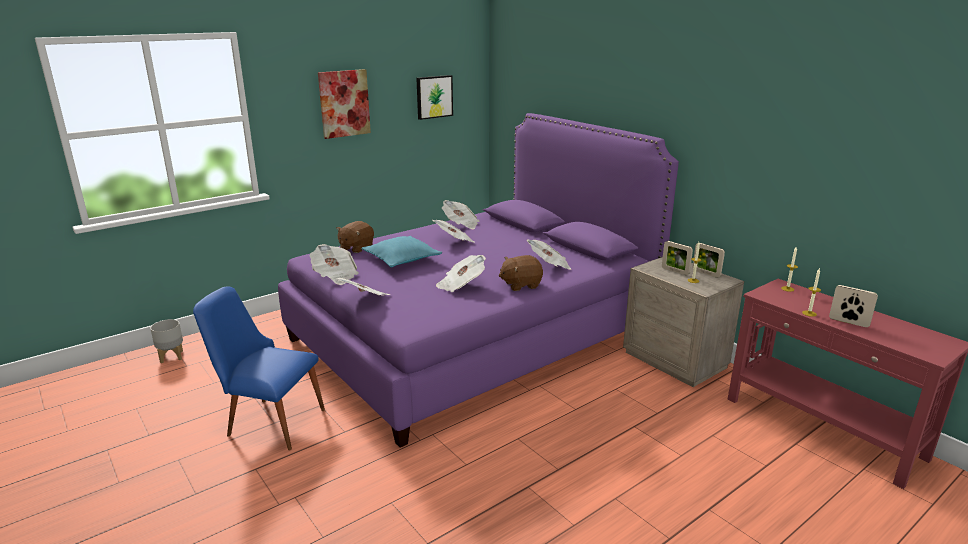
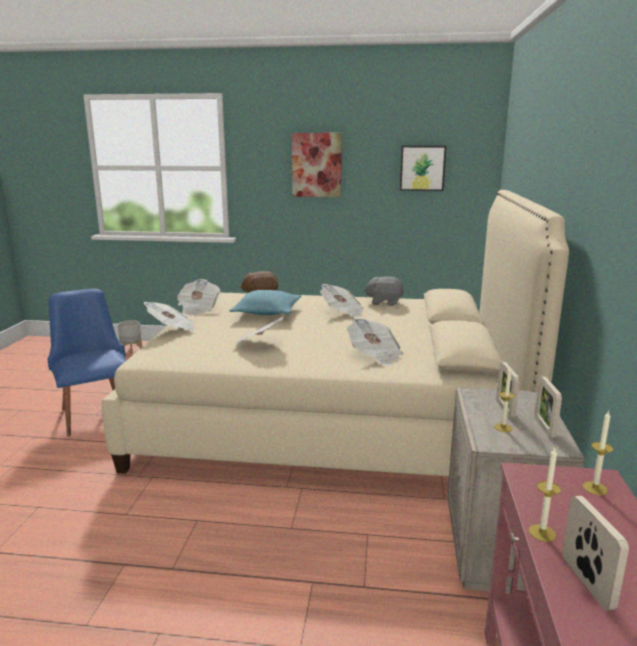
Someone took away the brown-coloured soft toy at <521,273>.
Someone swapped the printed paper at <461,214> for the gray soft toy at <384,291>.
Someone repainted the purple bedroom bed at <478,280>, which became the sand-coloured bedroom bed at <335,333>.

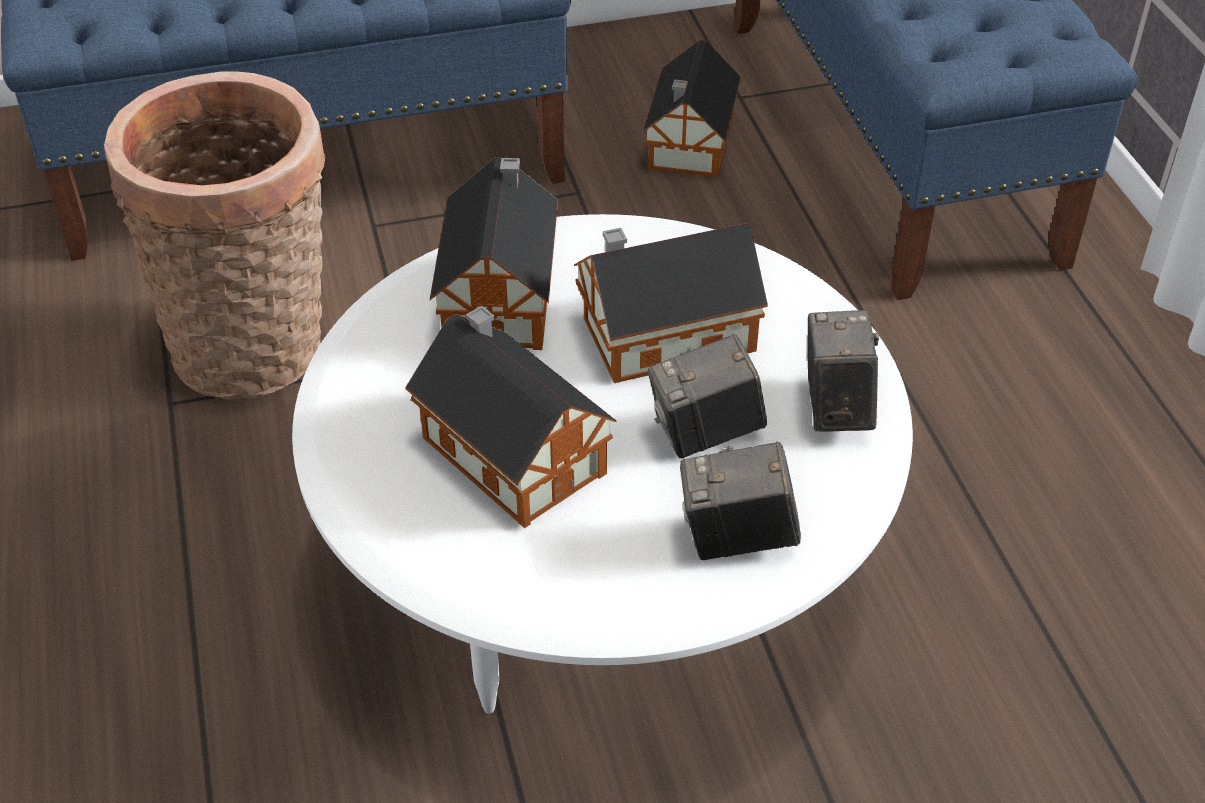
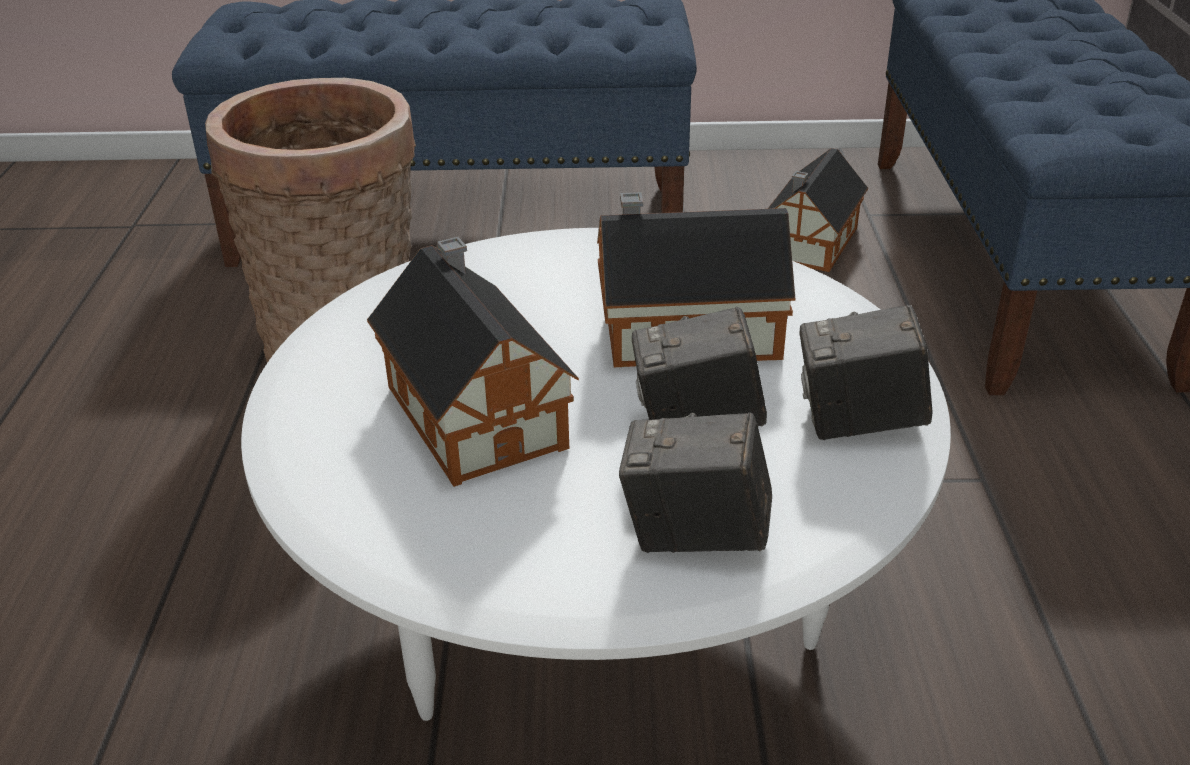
Someone took away the miniature house at <494,253>.
Someone rotated the still camera at <843,371> by 105 degrees counterclockwise.

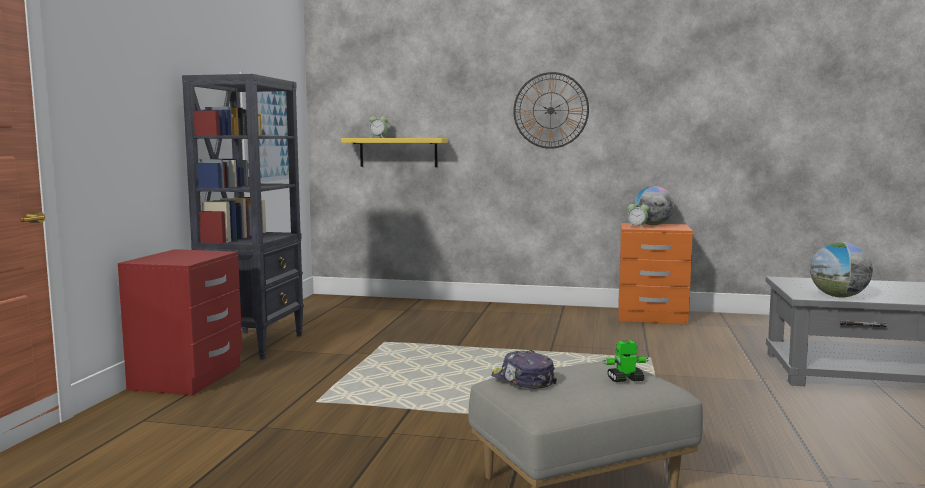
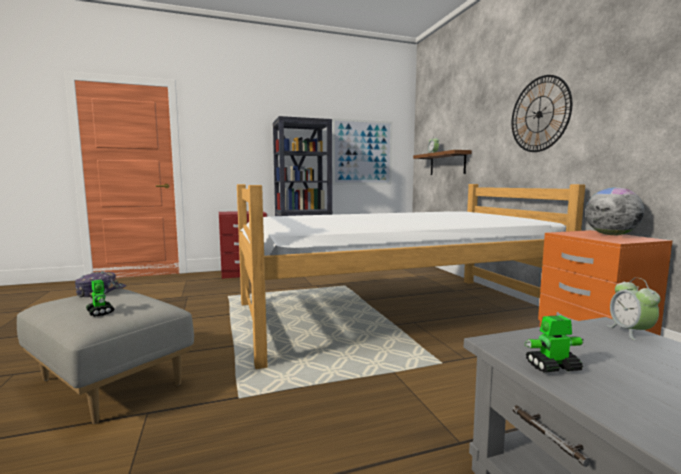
Someone put down the bedroom bed at <411,276>.
Someone carried the table clock from <638,215> to <634,309>.
Someone swapped the desk globe at <841,269> for the toy robot at <554,343>.
Someone repainted the yellow bracket shelf at <394,152>, which became the brown-coloured bracket shelf at <442,162>.

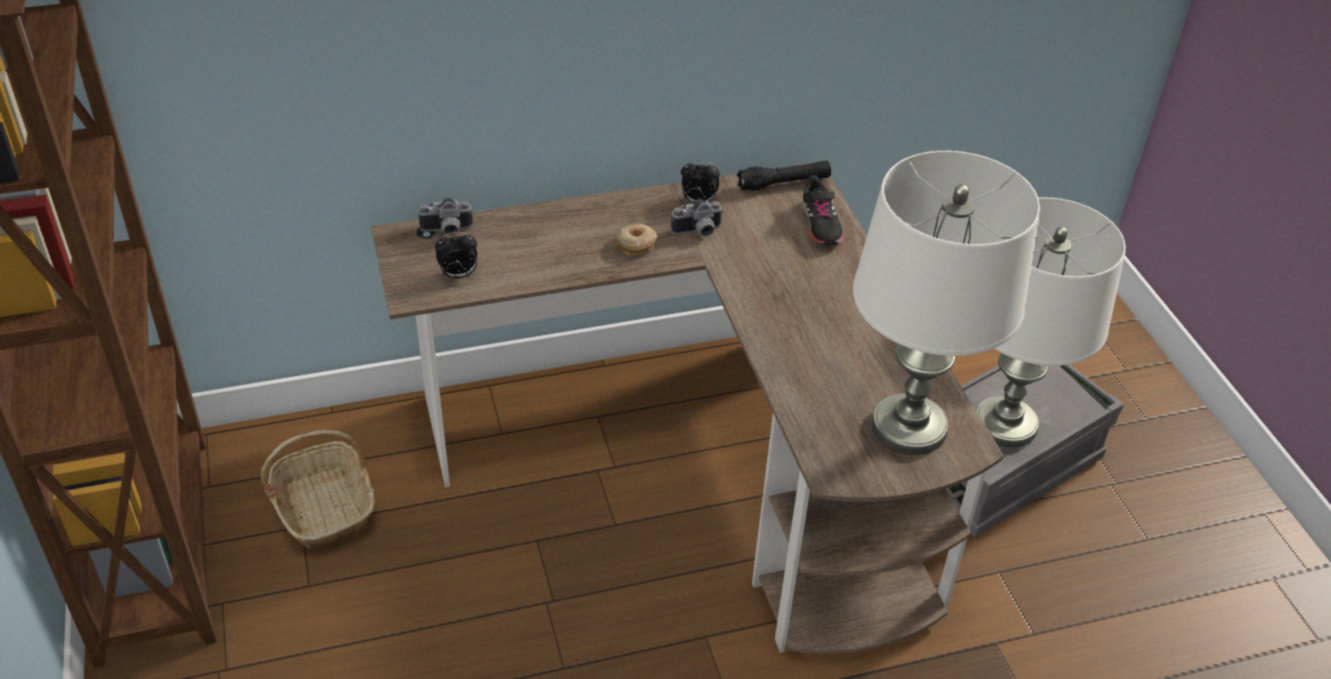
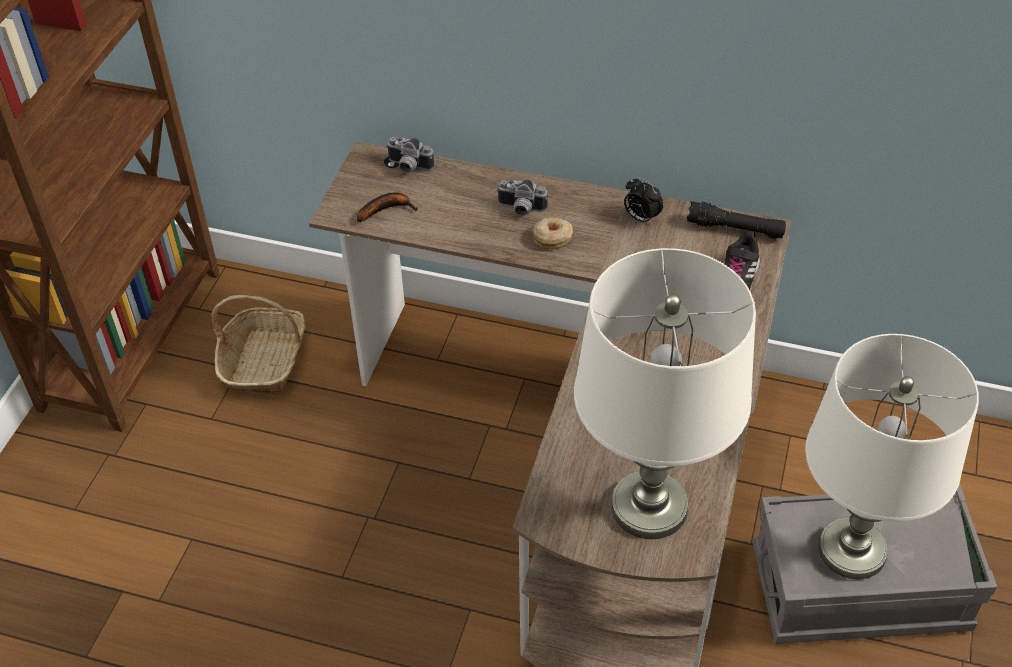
Someone carried the still camera from <697,217> to <522,197>.
Someone swapped the table clock at <456,255> for the whole banana at <387,207>.

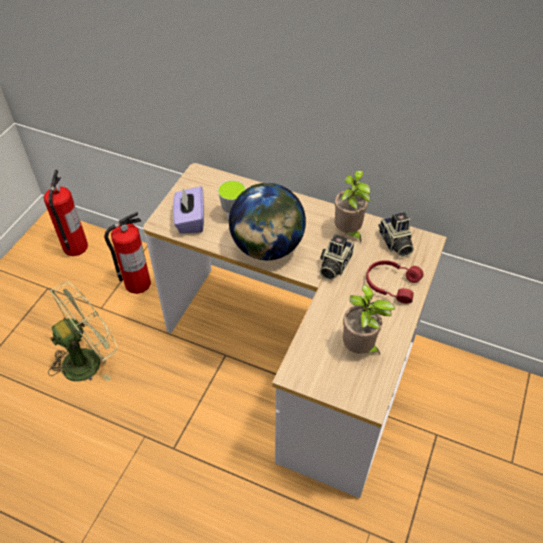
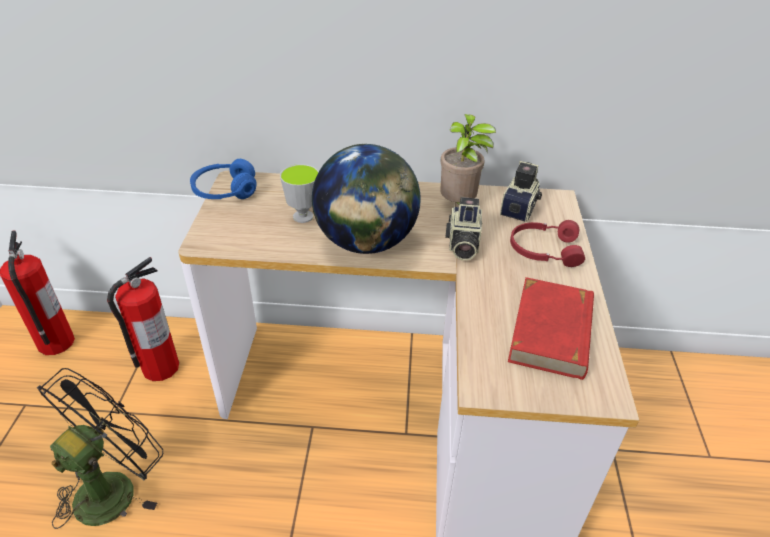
Someone took away the purple tissue box at <188,210>.
Someone put down the blue headset at <223,179>.
Someone swapped the plant in a pot at <369,319> for the red volume at <551,328>.
Someone repainted the green-coloured cooling fan at <82,331>, which became the black-coloured cooling fan at <100,448>.
Someone rotated the still camera at <396,234> by 120 degrees counterclockwise.

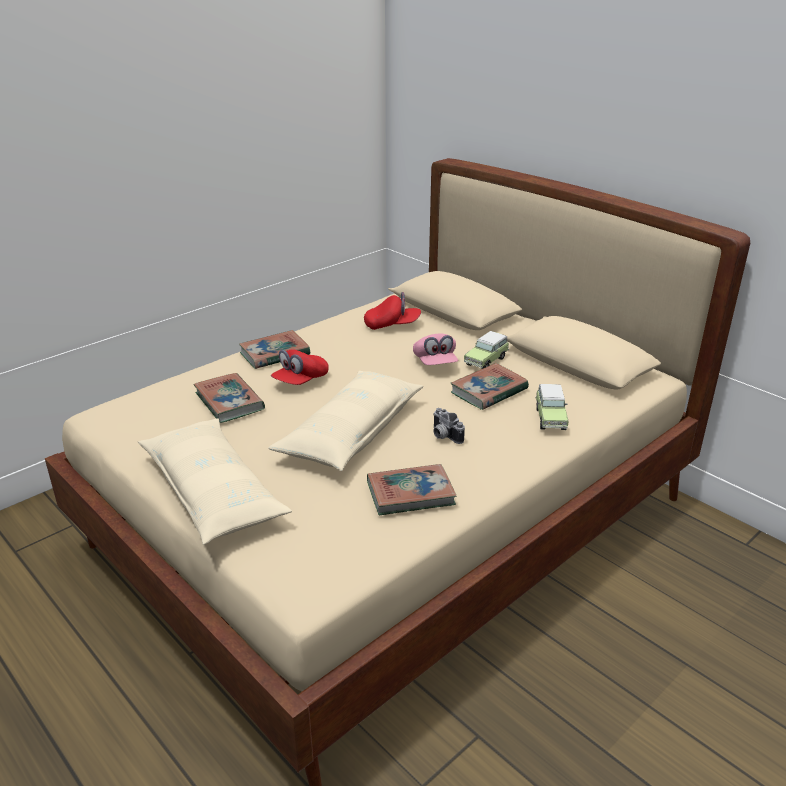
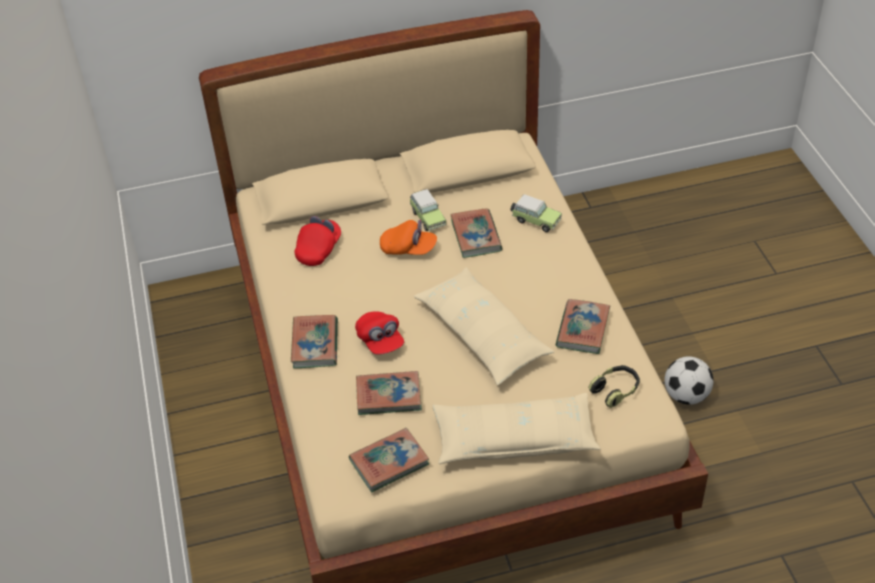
Someone took away the still camera at <449,426>.
Someone put down the volume at <389,460>.
Someone put down the headset at <614,386>.
Someone put down the football at <689,380>.
Someone repainted the pink baseball cap at <435,349>, which became the orangey baseball cap at <408,237>.

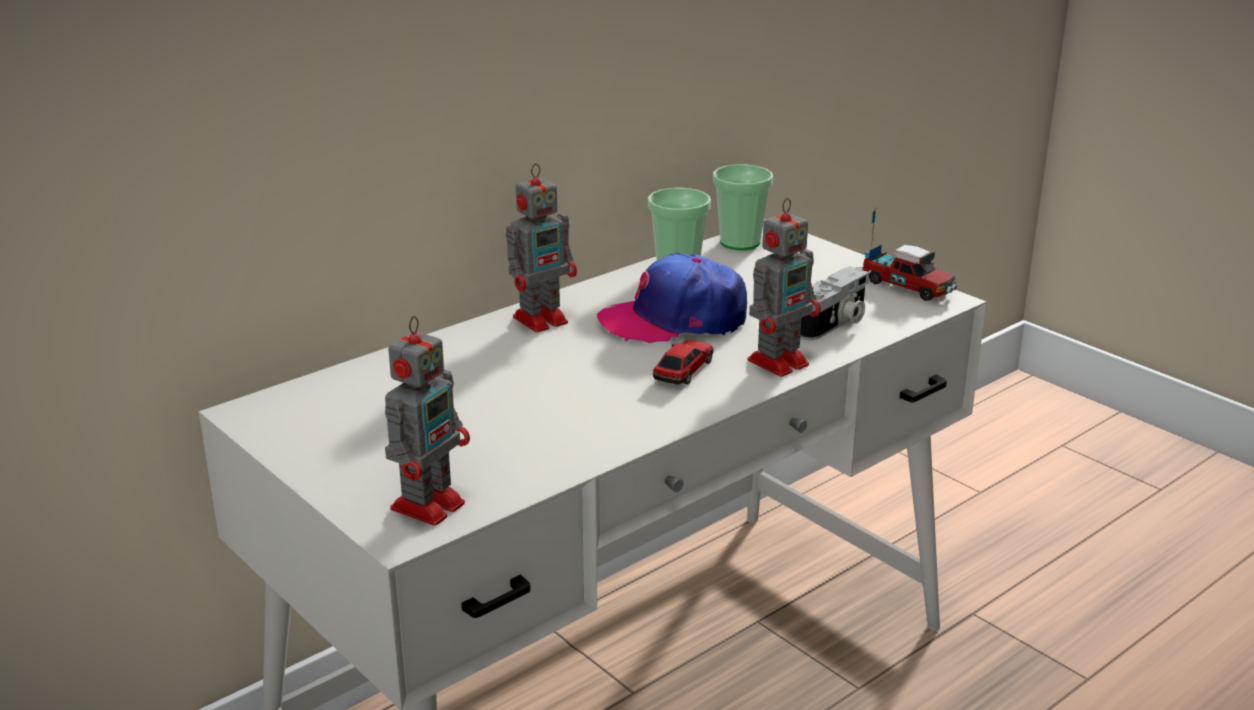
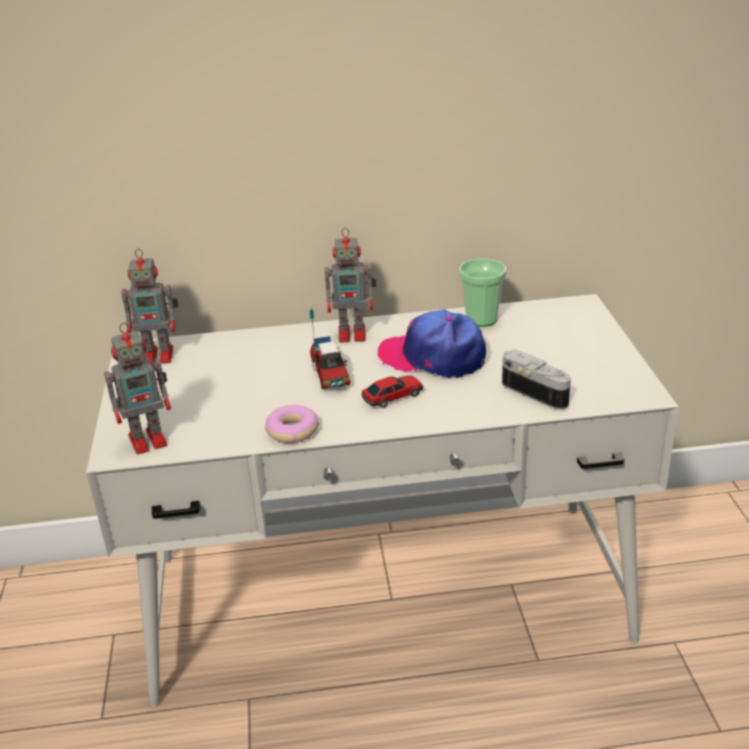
Someone took away the drinking cup at <743,207>.
Someone put down the ring doughnut at <292,424>.
Someone carried the toy robot from <784,287> to <150,306>.
Someone carried the toy truck from <909,254> to <330,348>.
Someone rotated the still camera at <834,303> by 120 degrees counterclockwise.

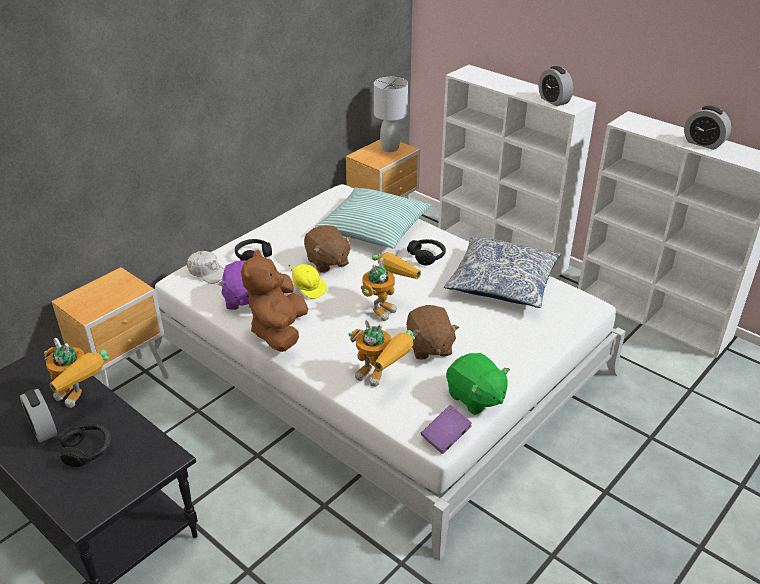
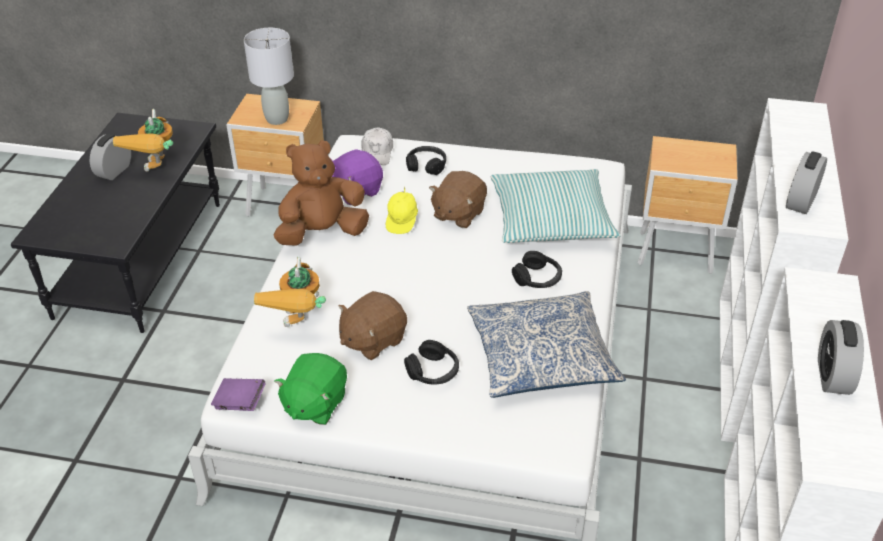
Someone took away the toy robot at <391,286>.
Someone carried the black-coloured headset from <85,445> to <431,362>.
Someone carried the gray lamp for a table from <391,114> to <269,76>.

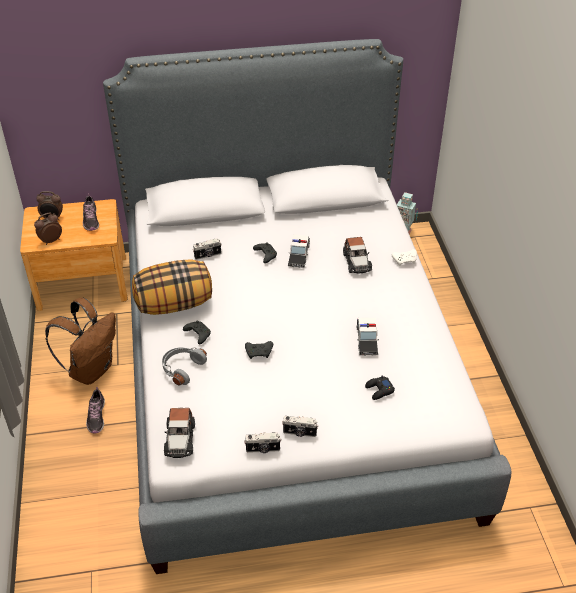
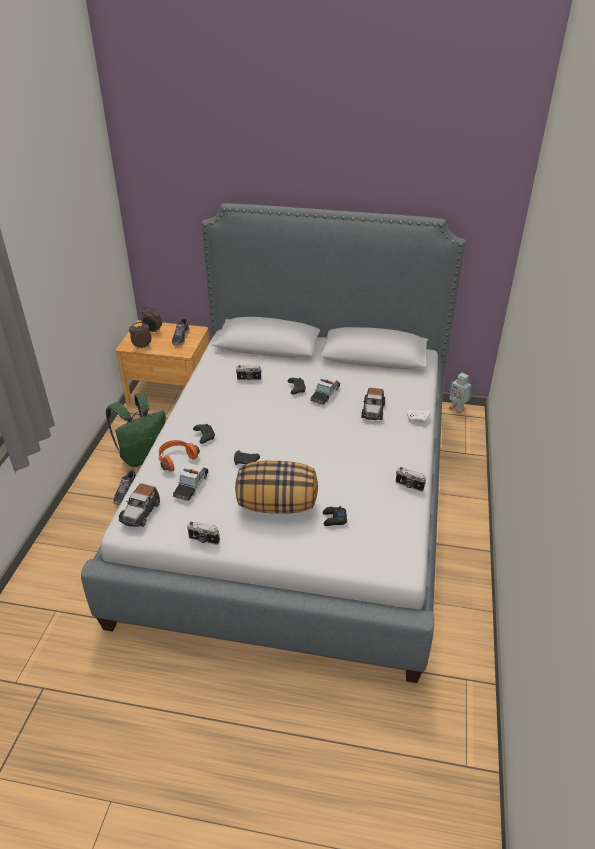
Someone carried the cushion from <172,287> to <276,487>.
Someone carried the still camera from <300,426> to <411,479>.
Someone carried the toy car from <368,337> to <190,482>.
Someone repainted the brown-coloured rucksack at <80,341>, which became the green-coloured rucksack at <135,430>.
Someone repainted the gray headset at <184,366>, which became the orangey headset at <179,456>.

